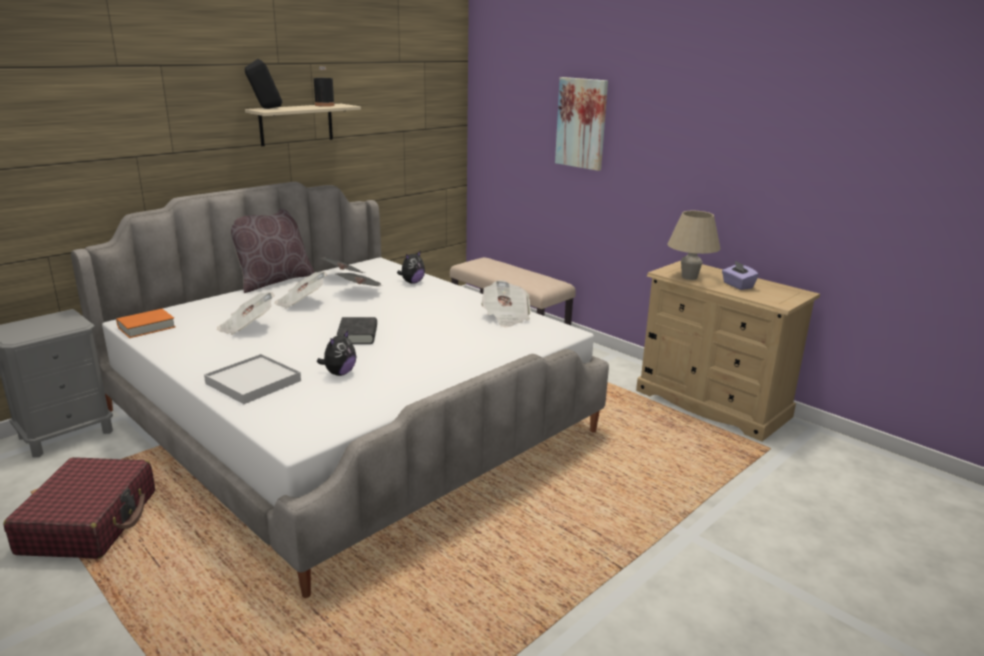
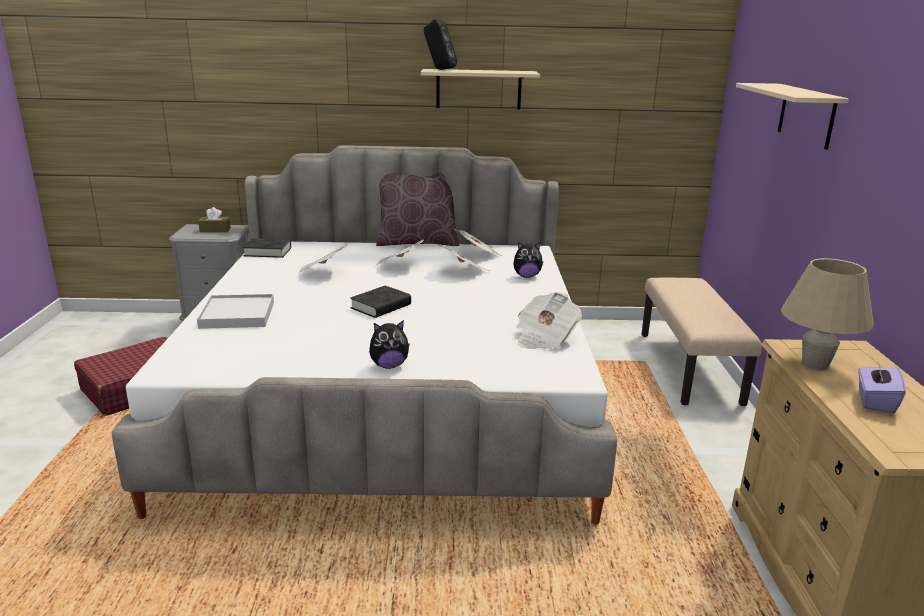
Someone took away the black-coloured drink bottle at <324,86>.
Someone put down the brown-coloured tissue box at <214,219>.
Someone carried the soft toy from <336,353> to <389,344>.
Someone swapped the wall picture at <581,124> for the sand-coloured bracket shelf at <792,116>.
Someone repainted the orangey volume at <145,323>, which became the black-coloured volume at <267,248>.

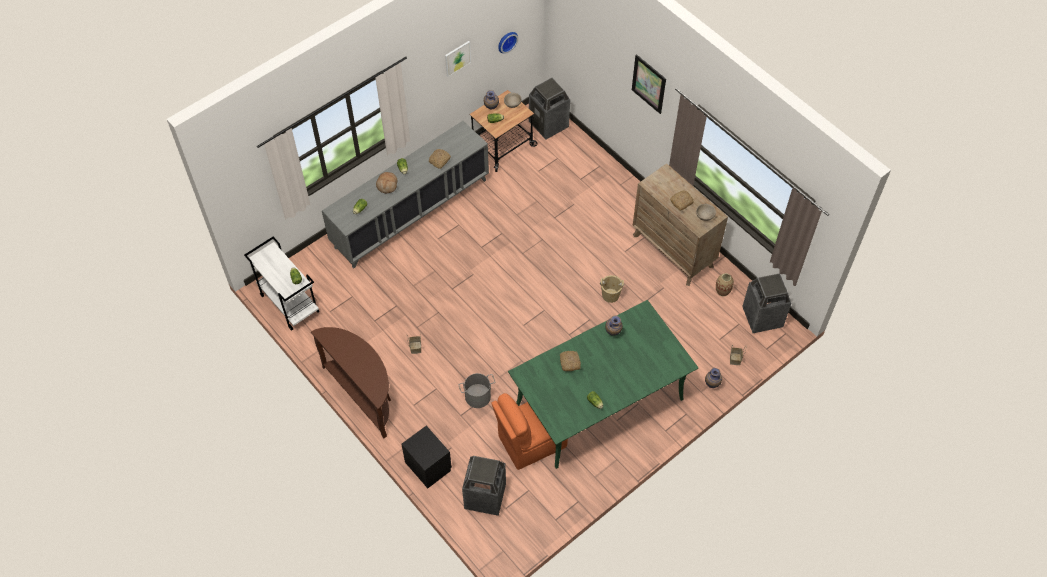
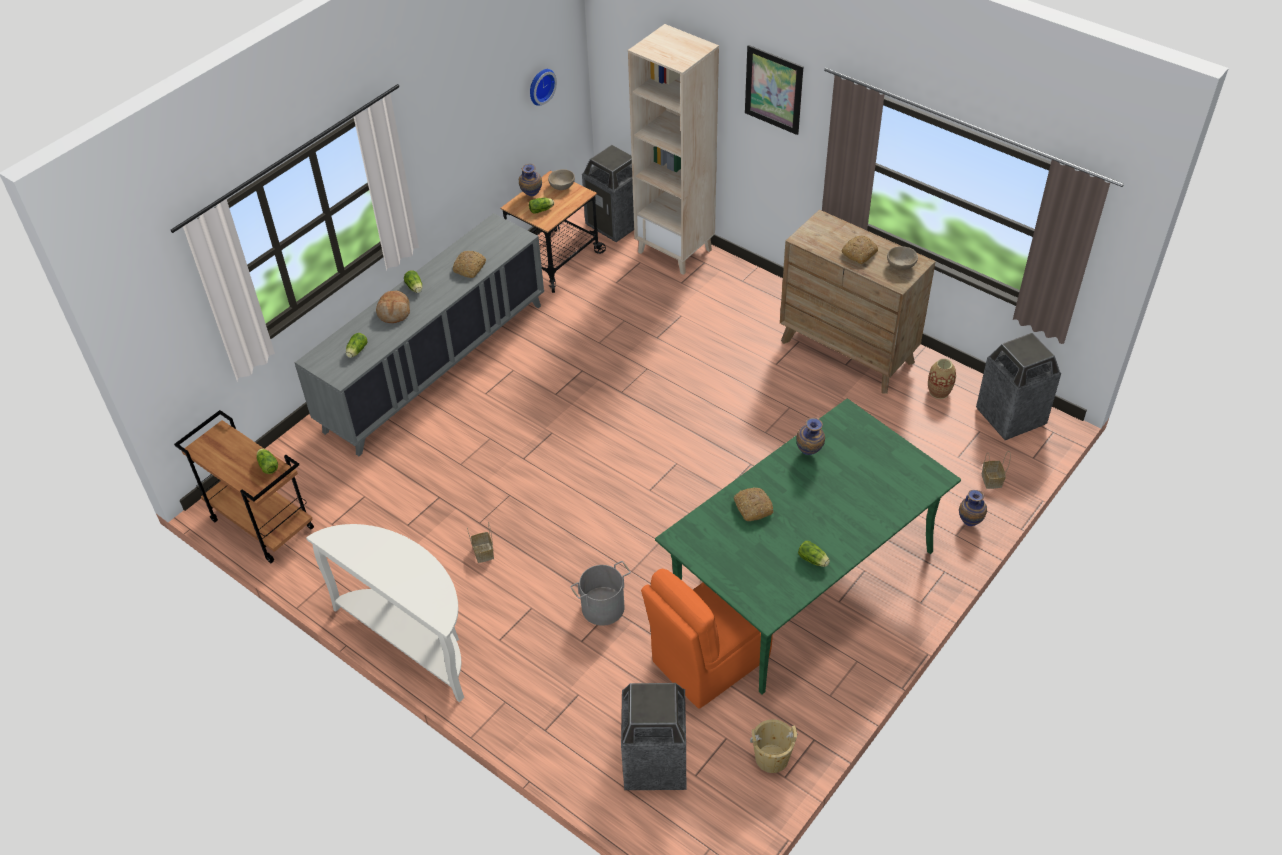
Someone took away the black-coloured bedside table at <426,457>.
Someone took away the wall picture at <458,59>.
Someone put down the sand-coloured shelving unit at <673,149>.
Someone carried the sand-coloured pail from <612,289> to <774,746>.
Someone repainted the white trolley at <281,284>, which became the brown-coloured trolley at <244,486>.
Someone repainted the brown-coloured hall table at <351,383>, which became the white hall table at <385,613>.

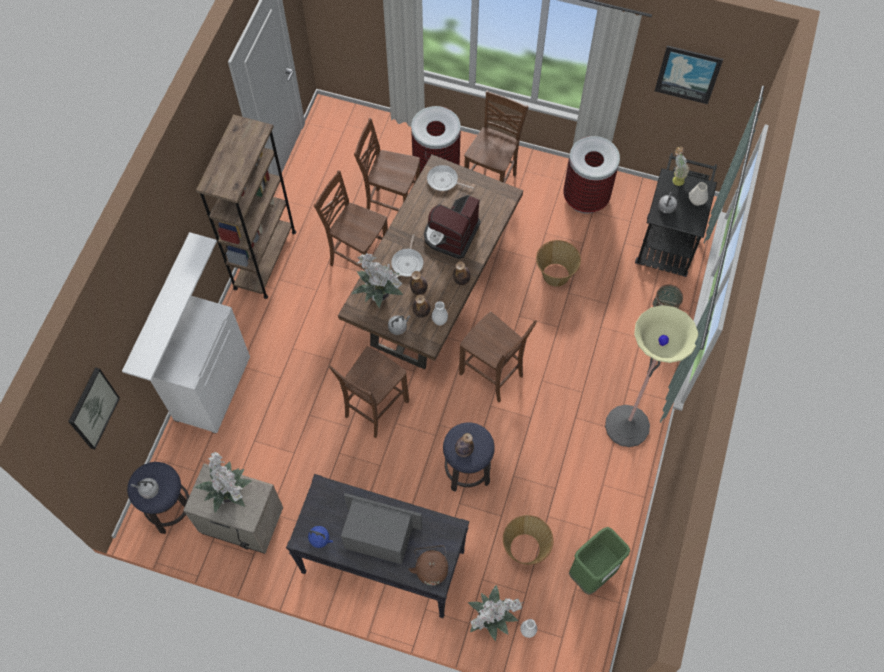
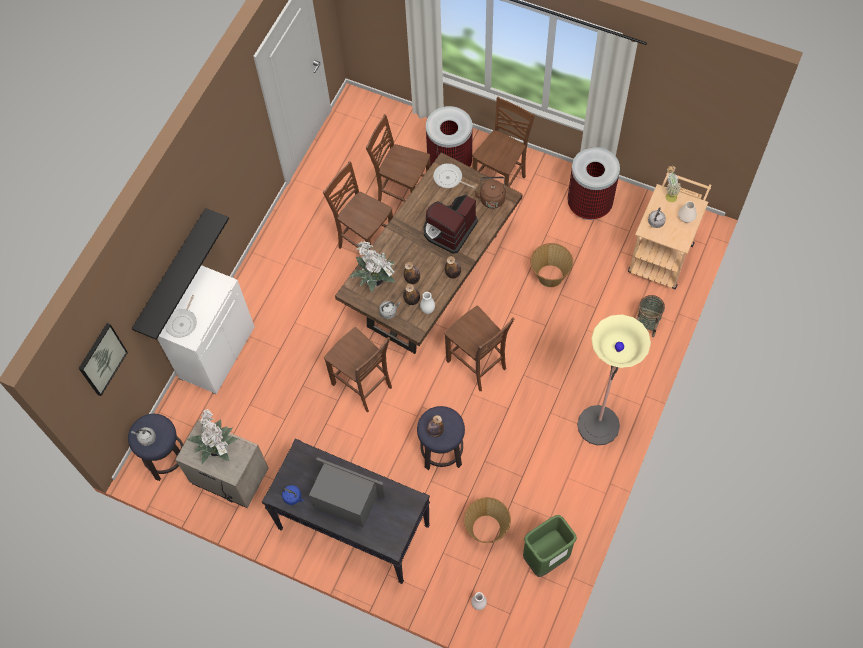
Someone took away the brown-coloured shelving unit at <246,206>.
Someone took away the plant in a pot at <495,613>.
Someone took away the wall picture at <689,75>.
Someone carried the skillet from <407,255> to <181,316>.
Someone carried the brown-coloured kettle from <428,565> to <490,193>.
Someone repainted the white bracket shelf at <169,306>, which became the black-coloured bracket shelf at <180,274>.
Someone repainted the black-coloured trolley at <676,215>, which became the sand-coloured trolley at <669,230>.
Someone rotated the brown-coloured chair at <369,392> by 90 degrees counterclockwise.

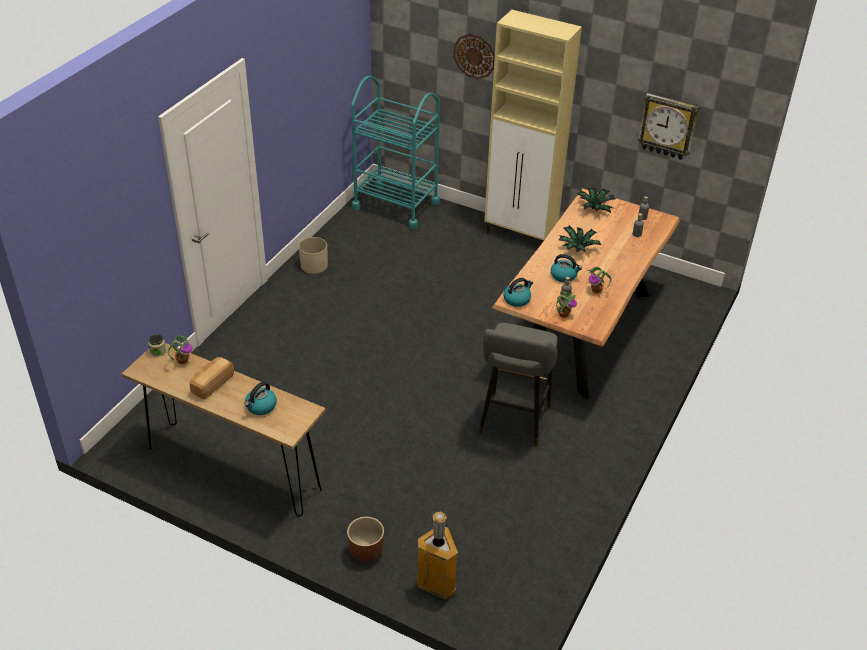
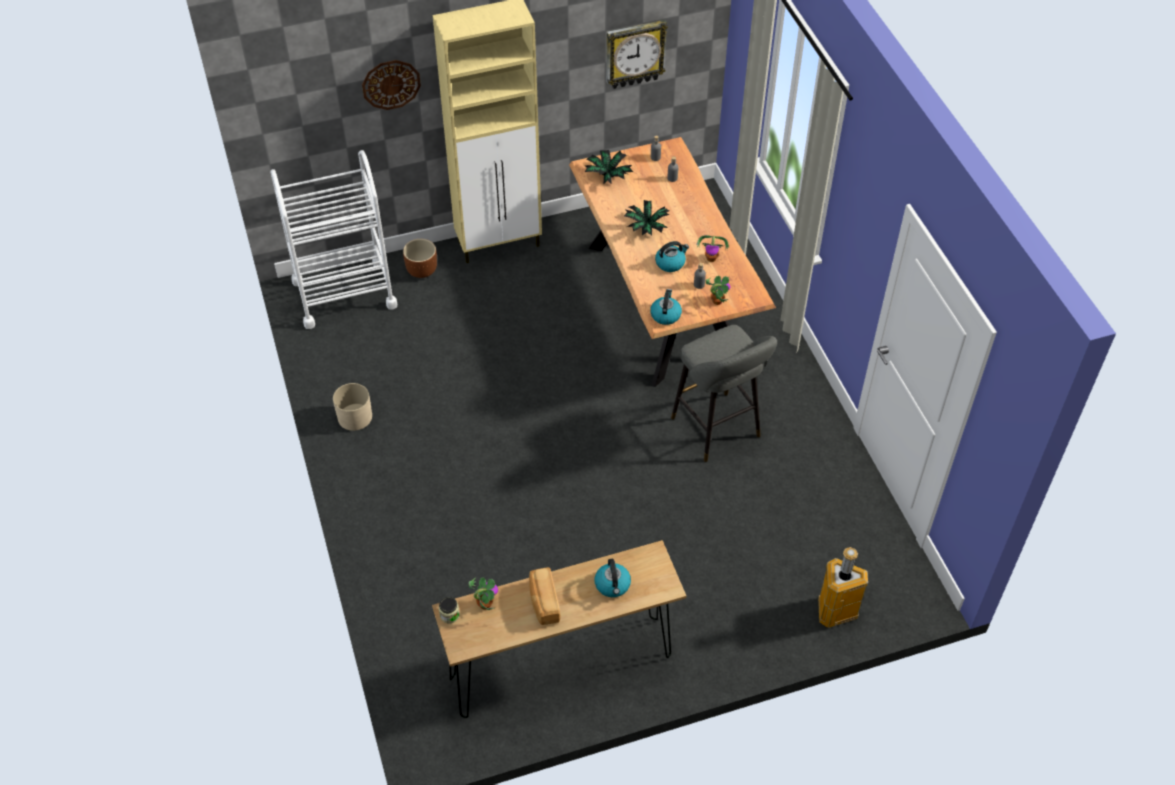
Someone carried the brown-coloured plant pot from <366,539> to <420,258>.
Someone repainted the turquoise-coloured trolley at <395,152>, which became the white trolley at <334,239>.

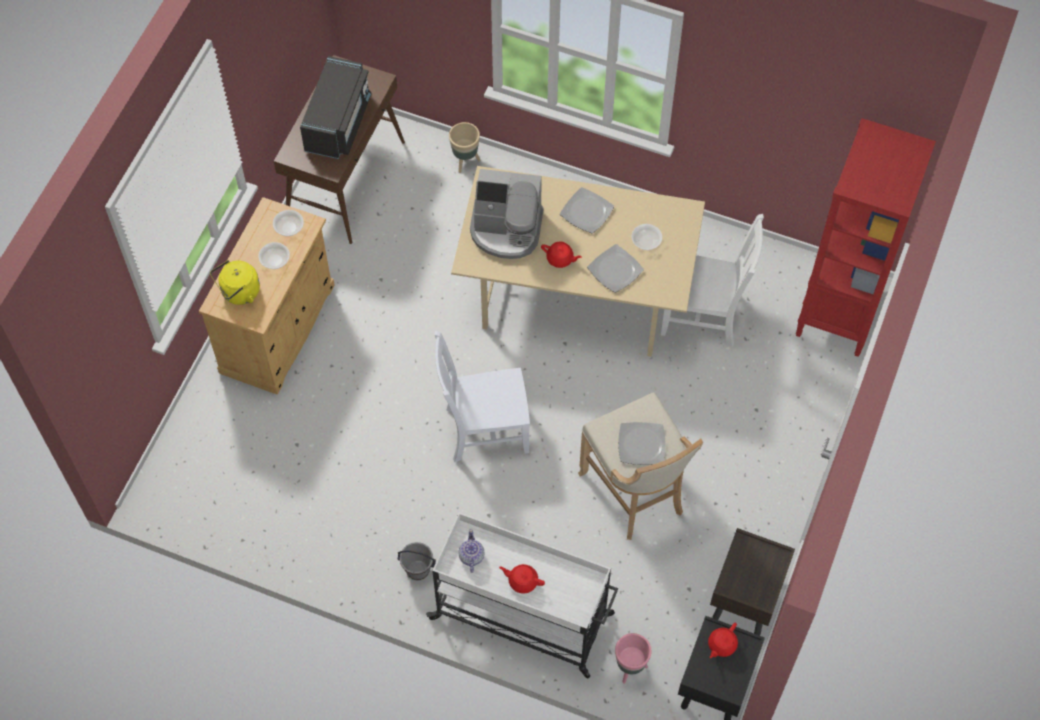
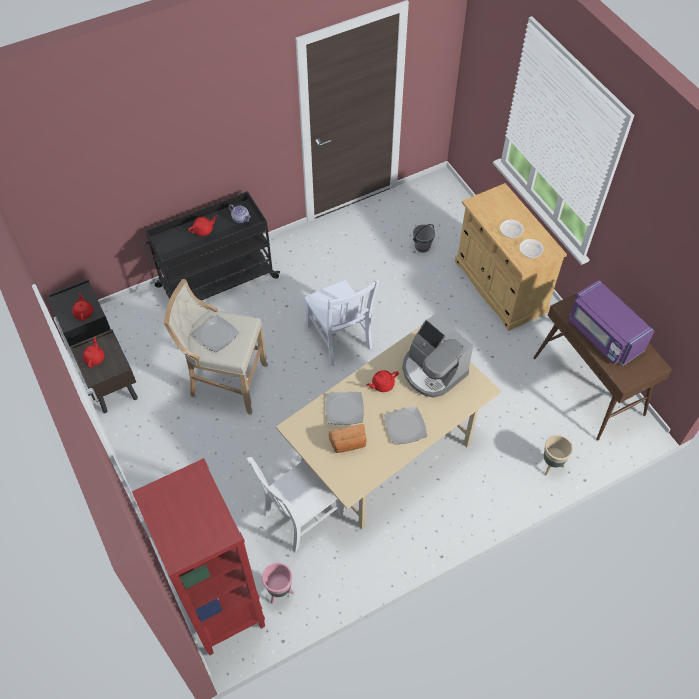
Someone took away the yellow kettle at <235,282>.
Someone put down the red pot for tea at <93,352>.
Someone carried the gray pail from <417,561> to <424,238>.
Someone carried the pink plant pot from <633,658> to <278,583>.
Someone swapped the serving bowl at <647,237> for the bakery bread at <348,438>.
Someone repainted the black-coloured microwave at <335,107>, which became the purple microwave at <611,322>.
Someone repainted the white trolley at <522,595>, which became the black-coloured trolley at <210,246>.
Someone rotated the white chair at <482,396> by 120 degrees clockwise.
Someone rotated the coffee brewer at <507,214> by 90 degrees counterclockwise.

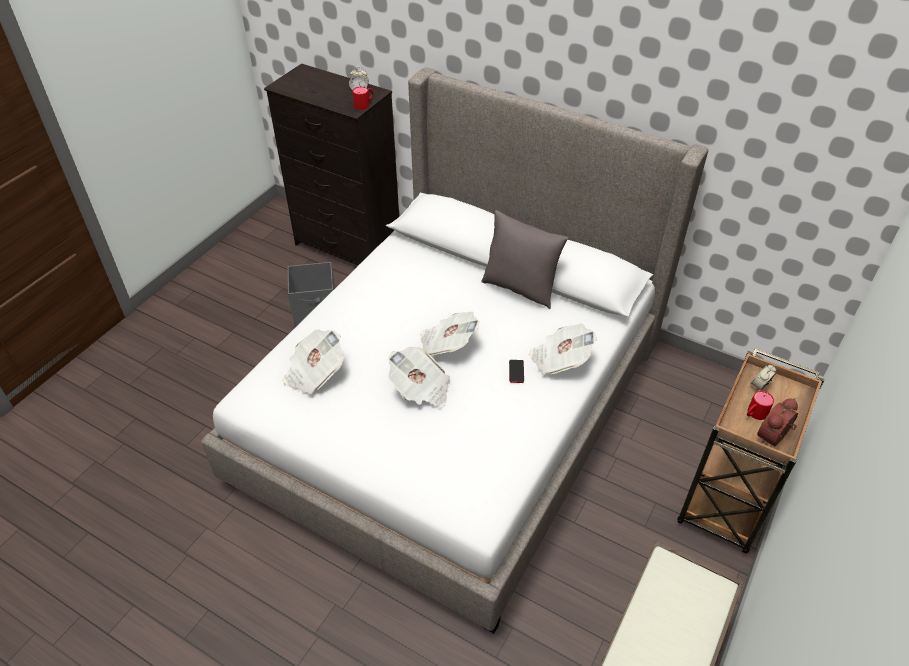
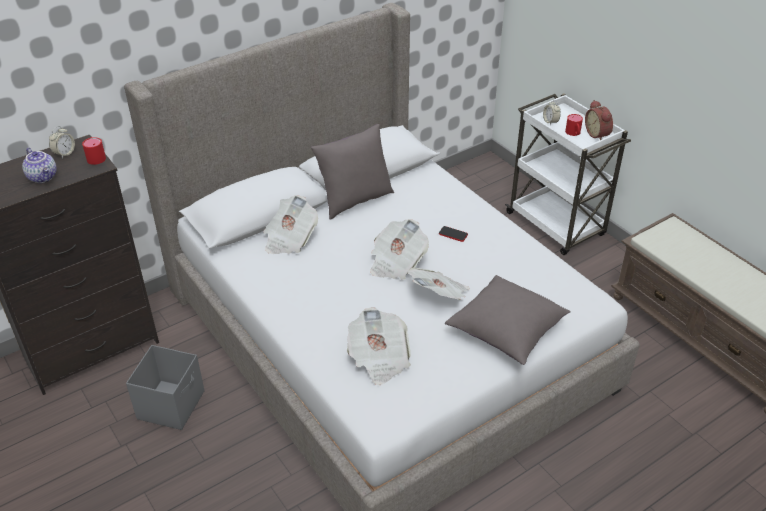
Someone put down the pot for tea at <39,165>.
Someone put down the gray cushion at <508,320>.
Someone carried the printed paper from <563,349> to <291,224>.
Someone repainted the brown-coloured trolley at <751,451>, which became the white trolley at <568,174>.

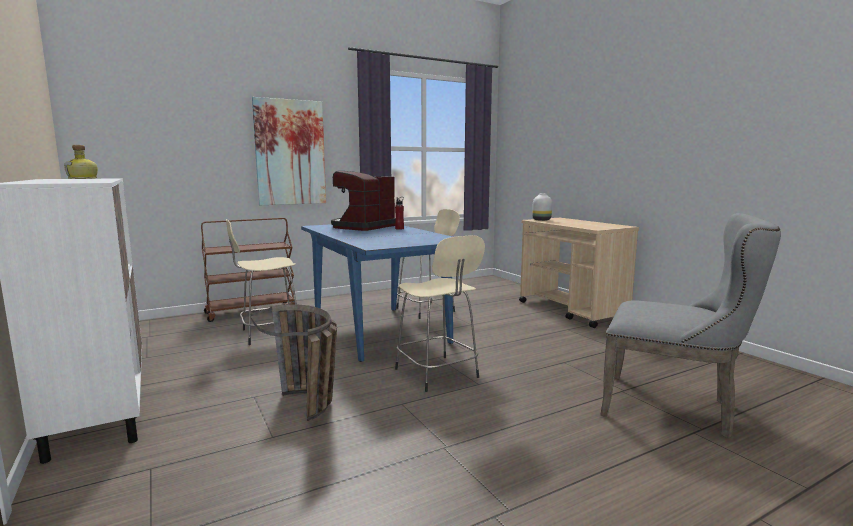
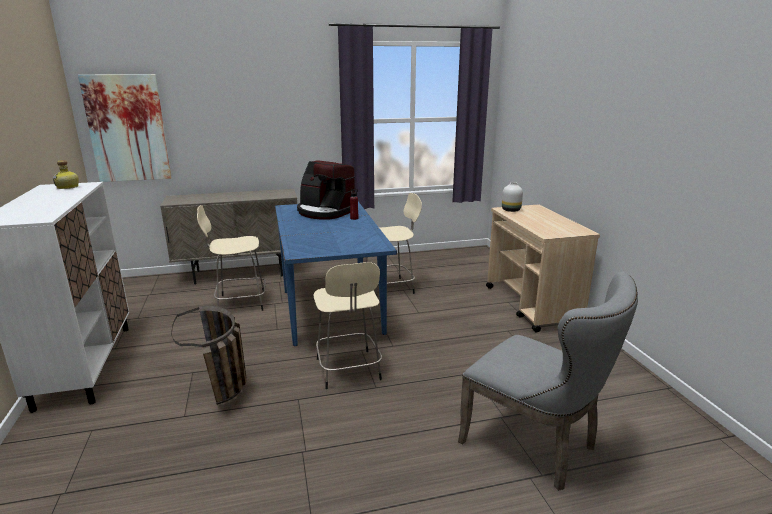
Someone carried the wall picture from <289,151> to <125,128>.
Someone swapped the brown-coloured trolley at <248,270> for the sand-coloured storage cabinet at <228,237>.
Someone rotated the coffee brewer at <363,201> by 105 degrees counterclockwise.

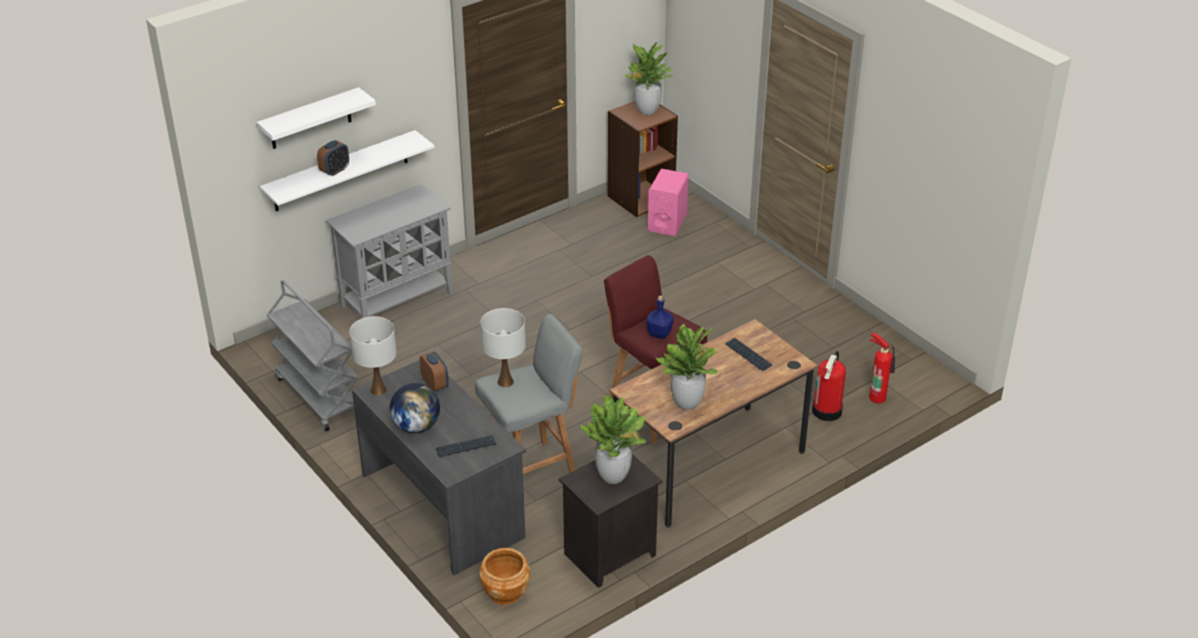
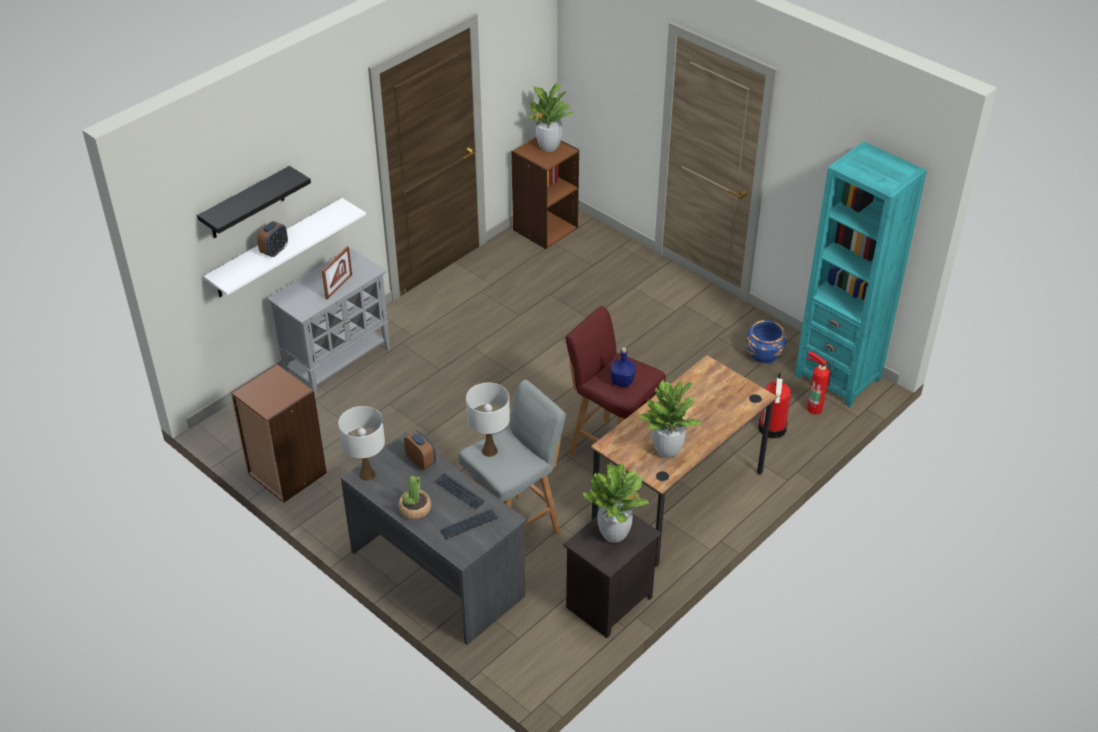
Someone took away the brown-coloured plant pot at <505,576>.
Someone took away the pink loudspeaker at <668,202>.
Someone put down the picture frame at <337,272>.
Someone put down the blue plant pot at <766,342>.
Someone put down the turquoise-coloured shelving unit at <860,274>.
Someone carried the PC keyboard from <748,354> to <460,491>.
Someone swapped the gray trolley at <312,355> for the brown-coloured shelving unit at <279,433>.
Someone swapped the desk globe at <415,408> for the plant in a pot at <414,498>.
Someone repainted the white bracket shelf at <316,118>, which became the black-coloured bracket shelf at <254,202>.

